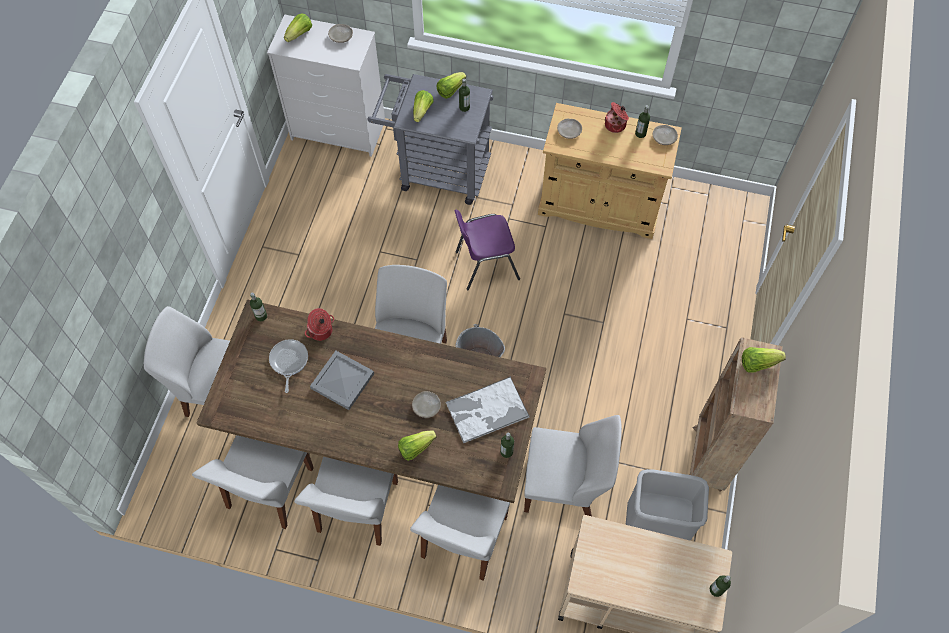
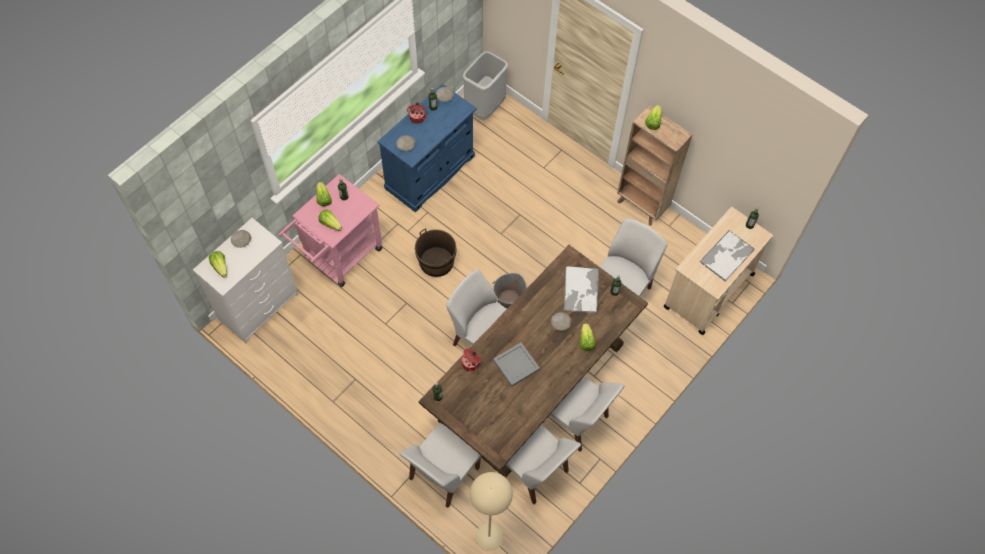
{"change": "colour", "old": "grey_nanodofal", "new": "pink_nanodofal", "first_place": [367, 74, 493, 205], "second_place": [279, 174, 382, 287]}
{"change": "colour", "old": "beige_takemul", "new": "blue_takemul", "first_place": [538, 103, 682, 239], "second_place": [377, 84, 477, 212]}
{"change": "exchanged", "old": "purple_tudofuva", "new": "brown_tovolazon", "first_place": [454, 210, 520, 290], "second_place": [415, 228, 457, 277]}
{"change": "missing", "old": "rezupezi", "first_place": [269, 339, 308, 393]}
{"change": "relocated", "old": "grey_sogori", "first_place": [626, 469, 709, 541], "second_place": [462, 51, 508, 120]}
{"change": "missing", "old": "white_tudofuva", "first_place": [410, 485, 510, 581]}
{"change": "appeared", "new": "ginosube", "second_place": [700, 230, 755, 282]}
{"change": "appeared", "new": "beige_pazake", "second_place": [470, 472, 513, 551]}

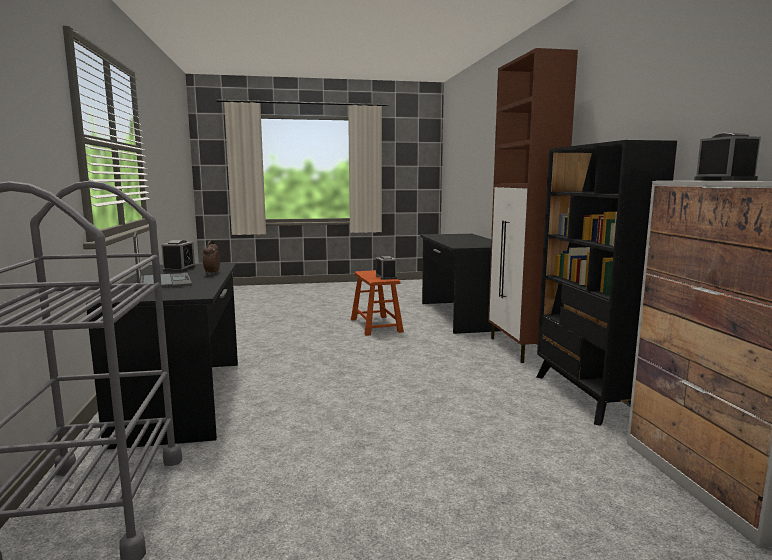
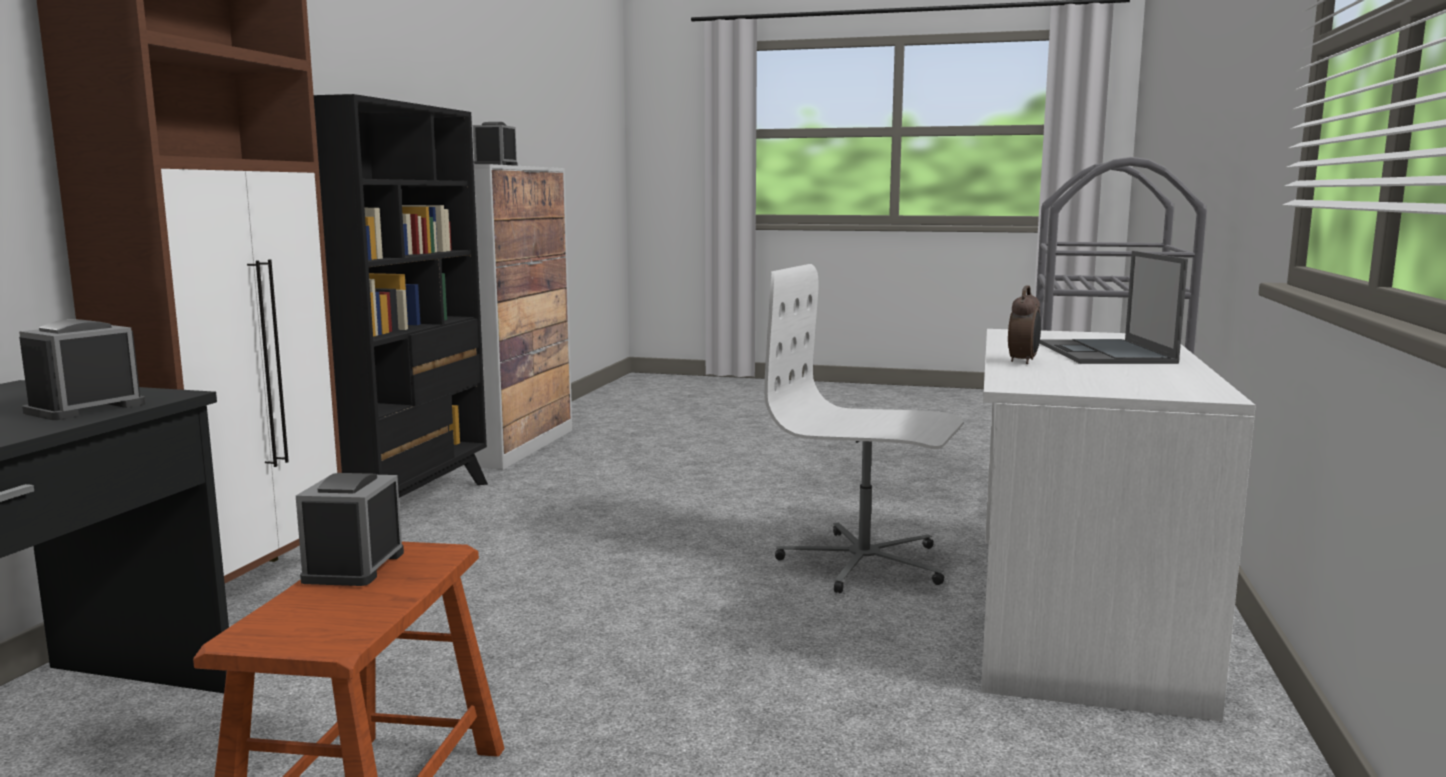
{"change": "relocated", "old": "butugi", "first_place": [161, 240, 196, 272], "second_place": [19, 319, 145, 420]}
{"change": "colour", "old": "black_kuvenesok", "new": "white_kuvenesok", "first_place": [86, 263, 238, 450], "second_place": [981, 329, 1256, 722]}
{"change": "appeared", "new": "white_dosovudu", "second_place": [764, 264, 963, 593]}

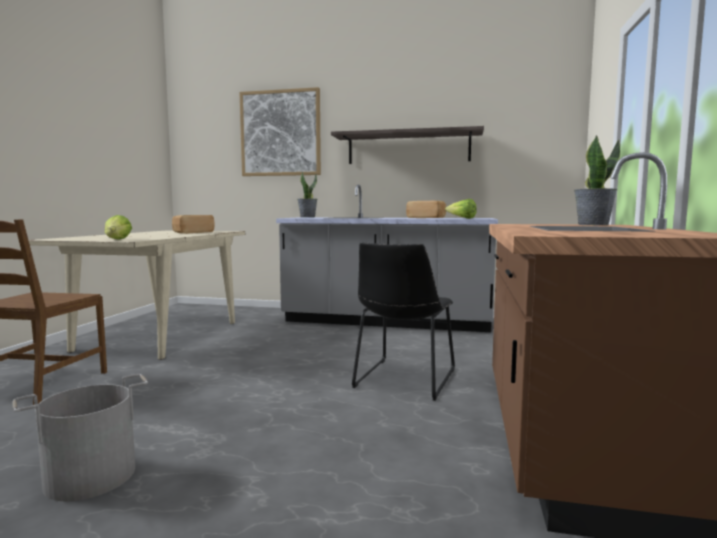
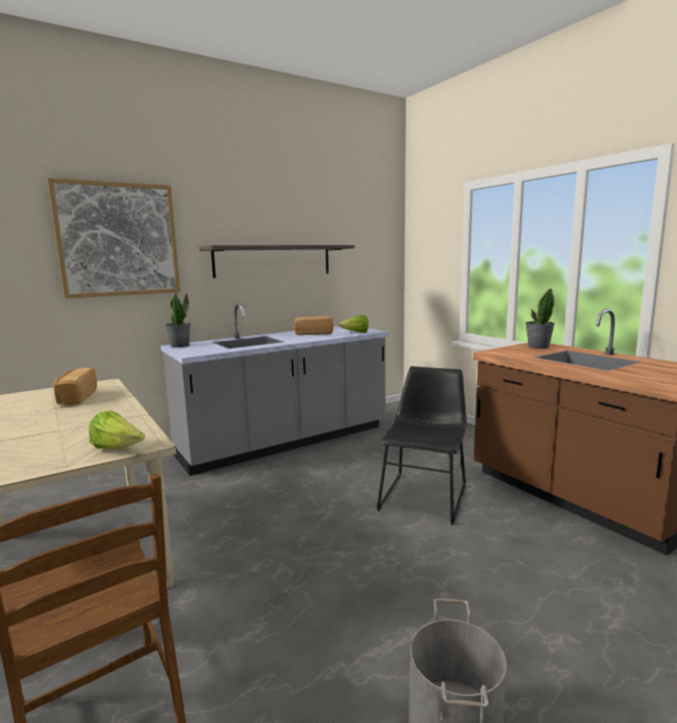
{"change": "spun", "old": "black_tudofuva", "first_place": [352, 242, 455, 401], "second_place": [377, 366, 467, 525], "degrees": -135}

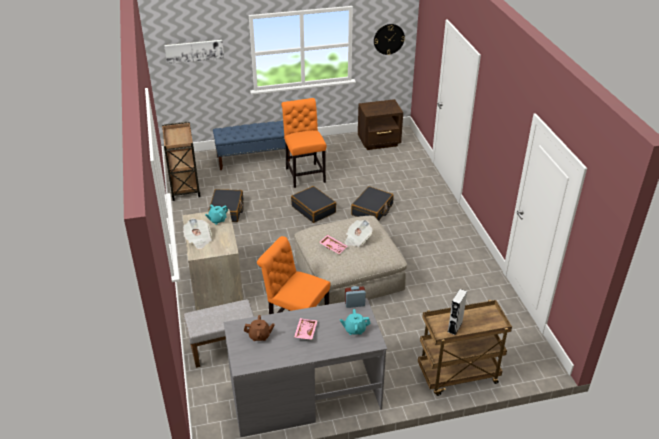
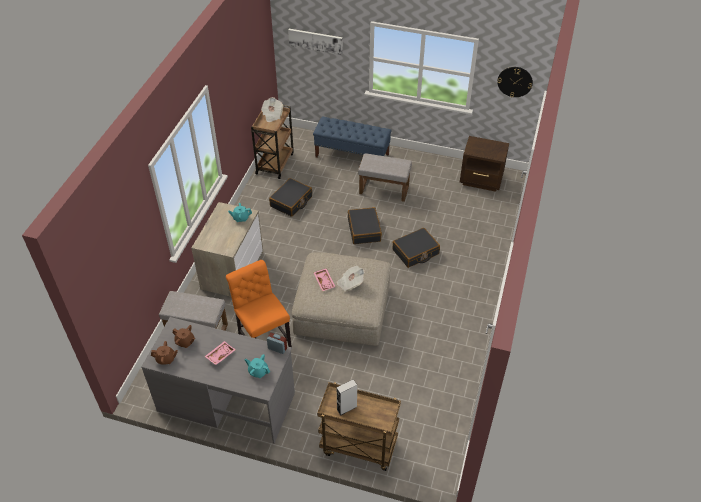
{"change": "exchanged", "old": "orange_tudofuva", "new": "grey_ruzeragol", "first_place": [281, 98, 326, 188], "second_place": [358, 153, 412, 202]}
{"change": "relocated", "old": "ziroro", "first_place": [183, 218, 212, 249], "second_place": [261, 97, 283, 122]}
{"change": "appeared", "new": "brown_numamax", "second_place": [151, 341, 178, 365]}

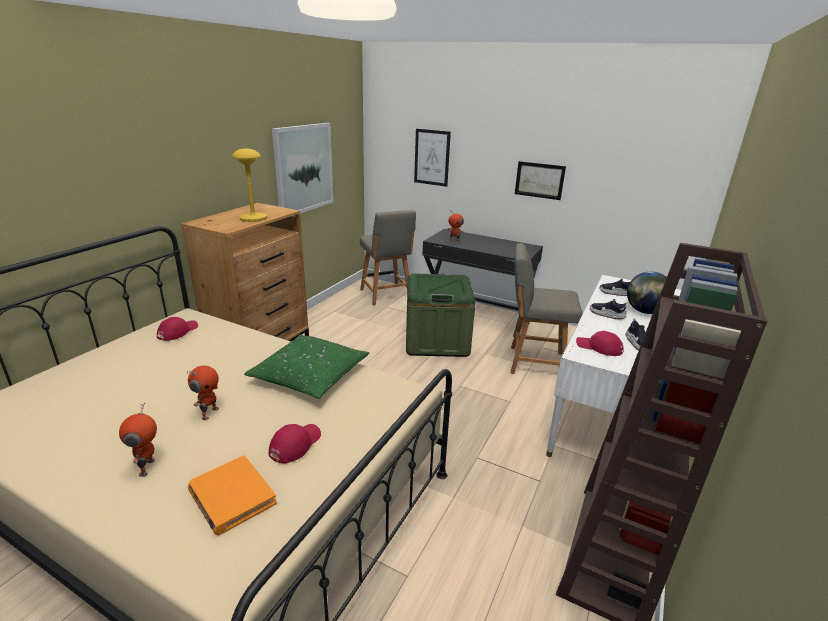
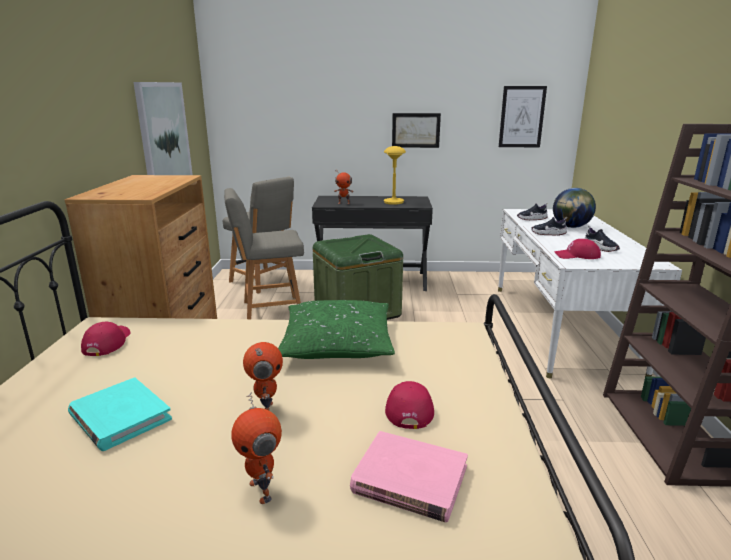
{"change": "relocated", "old": "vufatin", "first_place": [414, 129, 451, 187], "second_place": [499, 86, 547, 147]}
{"change": "relocated", "old": "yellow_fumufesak", "first_place": [232, 148, 267, 222], "second_place": [384, 146, 406, 205]}
{"change": "relocated", "old": "grey_tudofuva", "first_place": [511, 243, 583, 374], "second_place": [224, 188, 304, 319]}
{"change": "colour", "old": "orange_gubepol", "new": "pink_gubepol", "first_place": [188, 455, 277, 535], "second_place": [350, 431, 468, 523]}
{"change": "appeared", "new": "turquoise_gubepol", "second_place": [68, 377, 172, 451]}

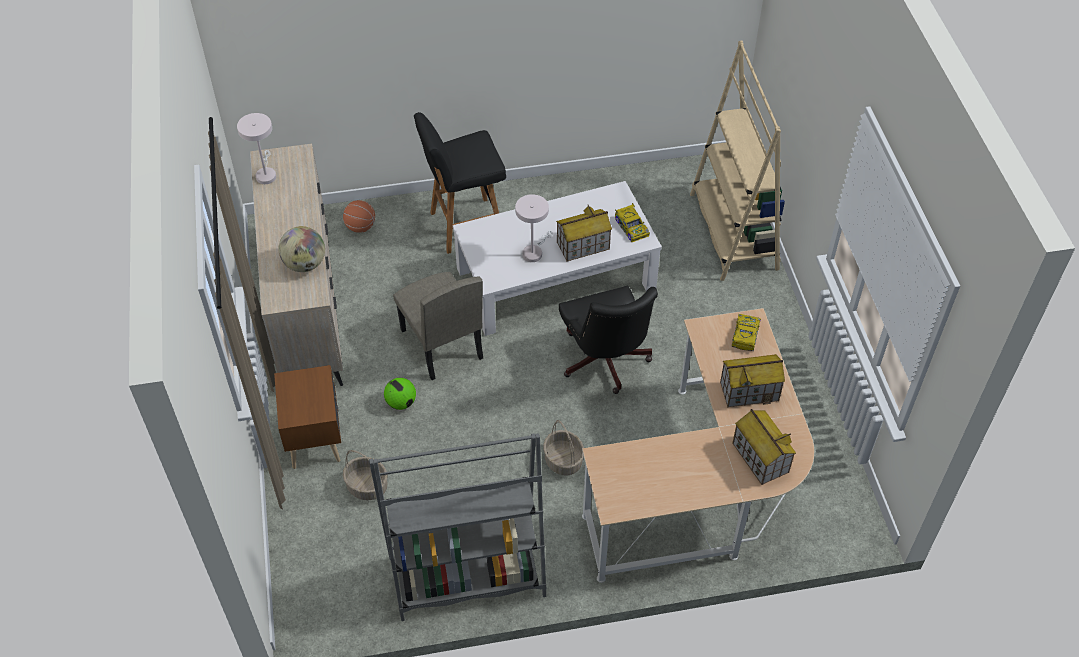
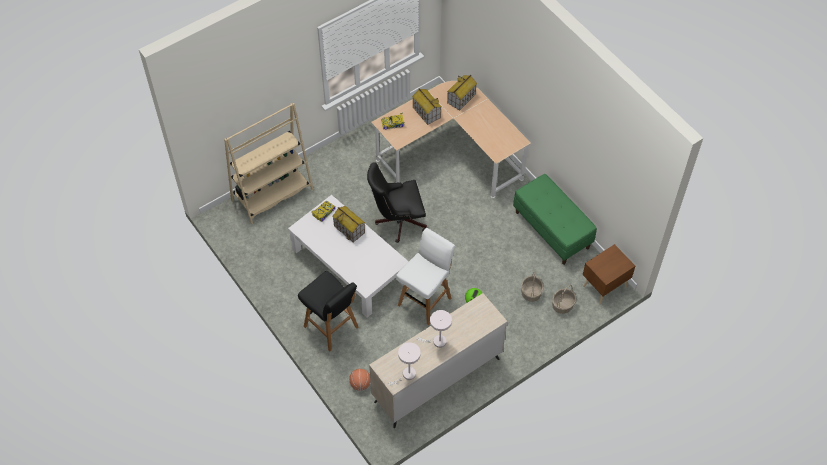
{"change": "relocated", "old": "white_fumufesak", "first_place": [515, 194, 553, 262], "second_place": [417, 310, 452, 348]}
{"change": "missing", "old": "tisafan", "first_place": [278, 226, 325, 272]}
{"change": "exchanged", "old": "beige_tudofuva", "new": "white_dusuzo", "first_place": [393, 272, 483, 380], "second_place": [396, 228, 455, 325]}
{"change": "spun", "old": "black_dosovudu", "first_place": [559, 286, 658, 394], "second_place": [367, 162, 427, 243], "degrees": -150}
{"change": "relocated", "old": "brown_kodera", "first_place": [274, 365, 341, 469], "second_place": [583, 244, 635, 305]}
{"change": "relocated", "old": "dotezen", "first_place": [543, 420, 584, 476], "second_place": [552, 285, 576, 314]}
{"change": "exchanged", "old": "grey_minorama", "new": "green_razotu", "first_place": [369, 433, 546, 621], "second_place": [513, 174, 597, 265]}

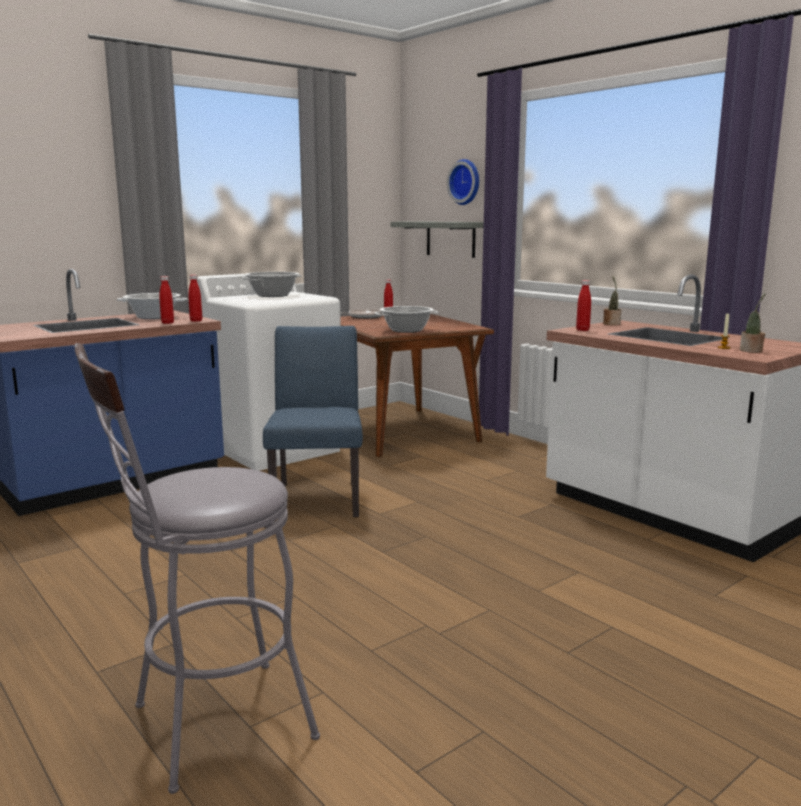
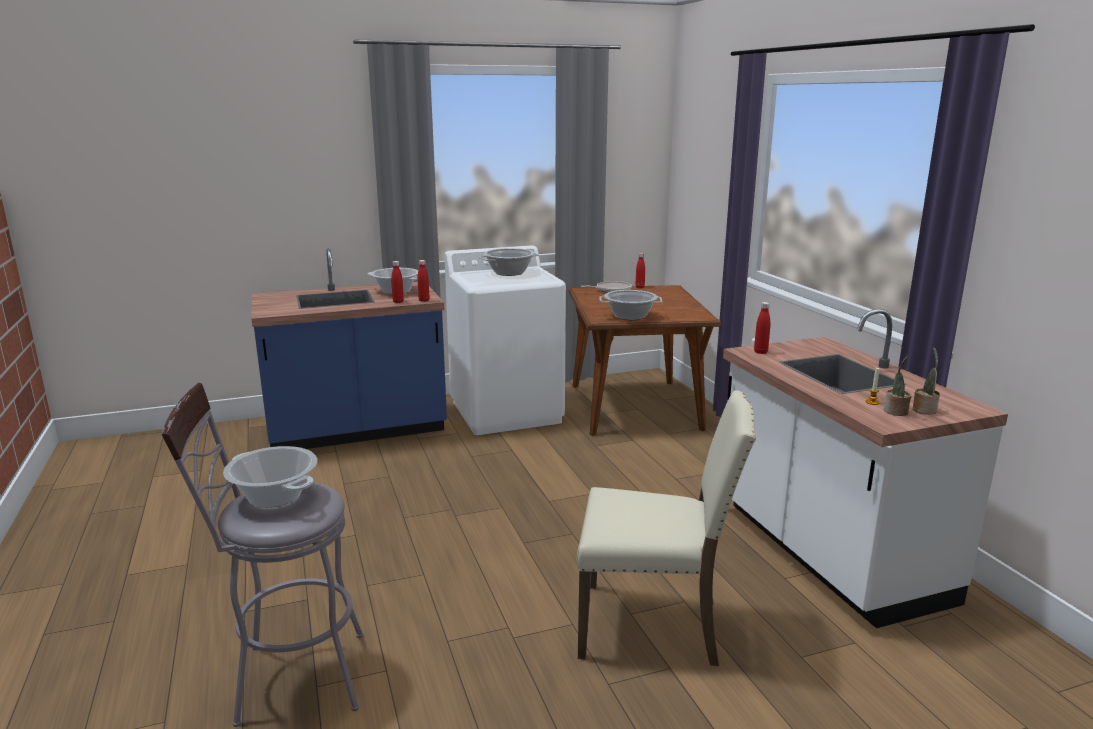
{"change": "missing", "old": "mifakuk", "first_place": [447, 159, 479, 205]}
{"change": "missing", "old": "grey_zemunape", "first_place": [390, 221, 484, 258]}
{"change": "relocated", "old": "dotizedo", "first_place": [603, 276, 622, 325], "second_place": [912, 347, 940, 415]}
{"change": "missing", "old": "blue_tudofuva", "first_place": [263, 326, 363, 517]}
{"change": "appeared", "new": "beige_tudofuva", "second_place": [577, 390, 756, 666]}
{"change": "appeared", "new": "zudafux", "second_place": [223, 446, 317, 508]}

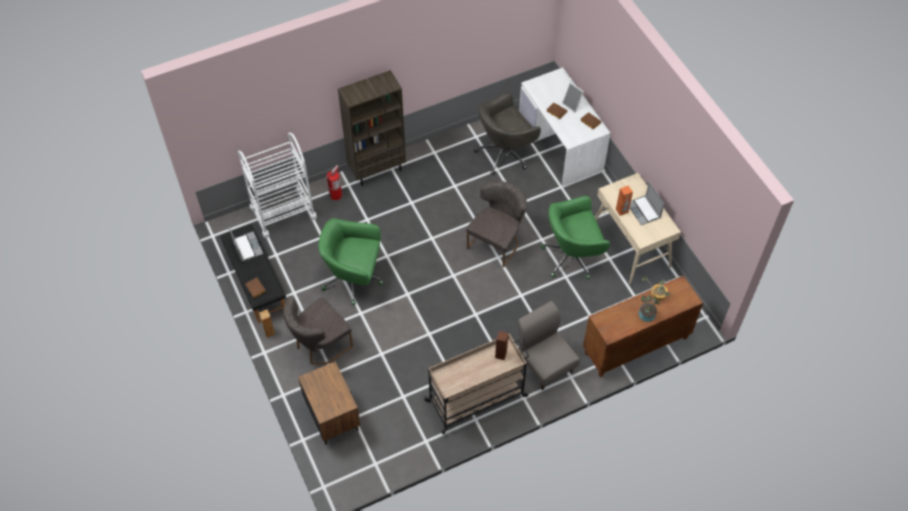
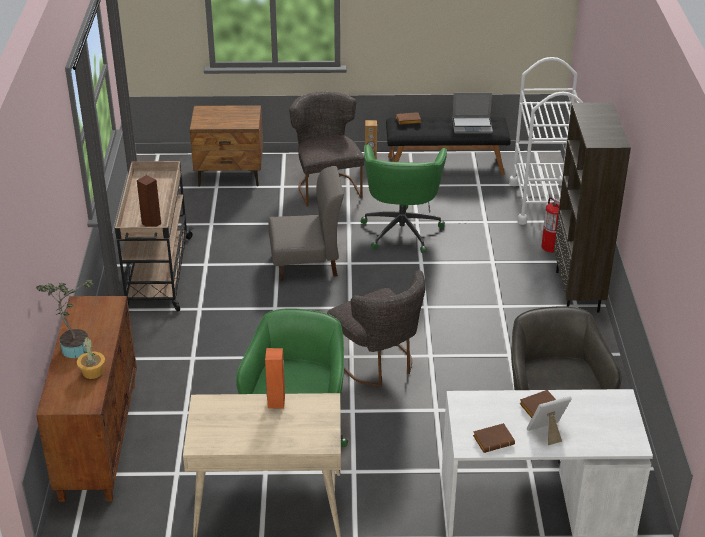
{"change": "missing", "old": "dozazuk", "first_place": [630, 182, 664, 225]}
{"change": "spun", "old": "green_dosovudu", "first_place": [318, 218, 383, 306], "second_place": [361, 144, 447, 253], "degrees": 150}
{"change": "relocated", "old": "grey_tudofuva", "first_place": [518, 301, 580, 390], "second_place": [268, 166, 344, 281]}

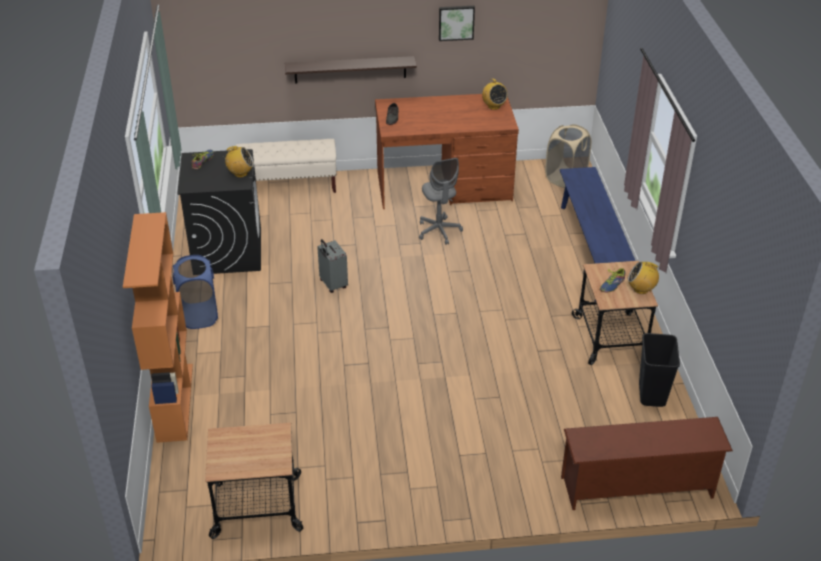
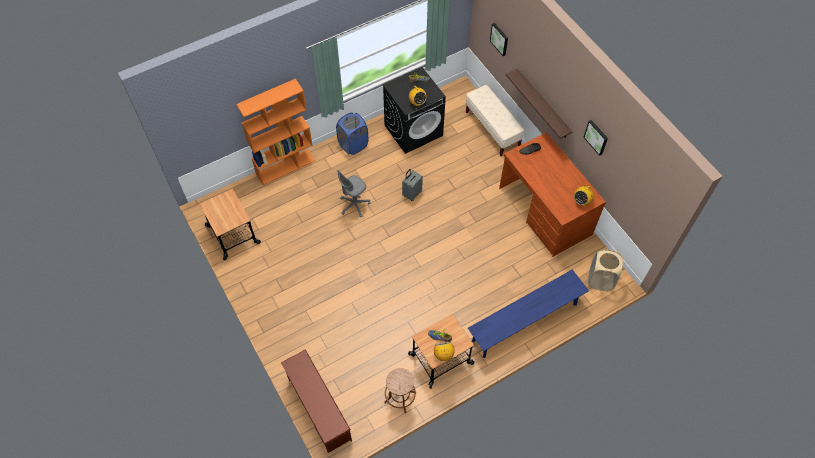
{"change": "relocated", "old": "grey_dosovudu", "first_place": [419, 158, 463, 245], "second_place": [337, 170, 371, 217]}
{"change": "exchanged", "old": "black_sogori", "new": "brown_dusuzo", "first_place": [639, 333, 680, 407], "second_place": [384, 368, 416, 413]}
{"change": "appeared", "new": "vufatin", "second_place": [490, 23, 508, 56]}

